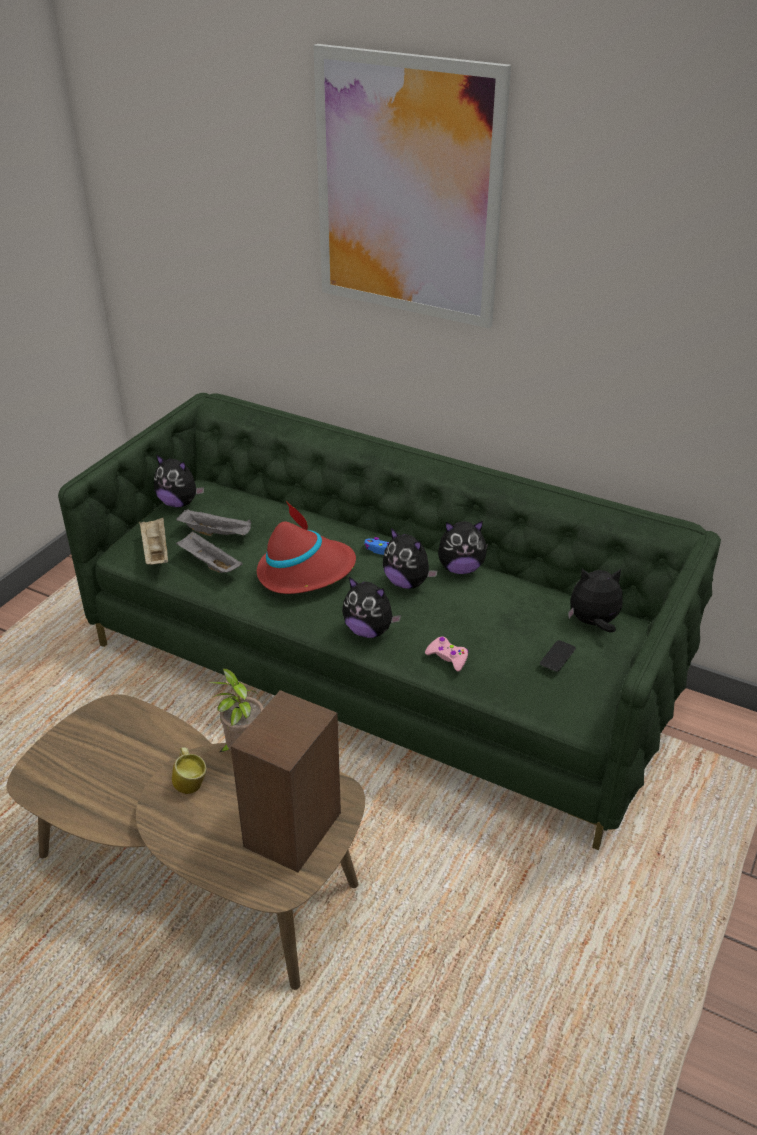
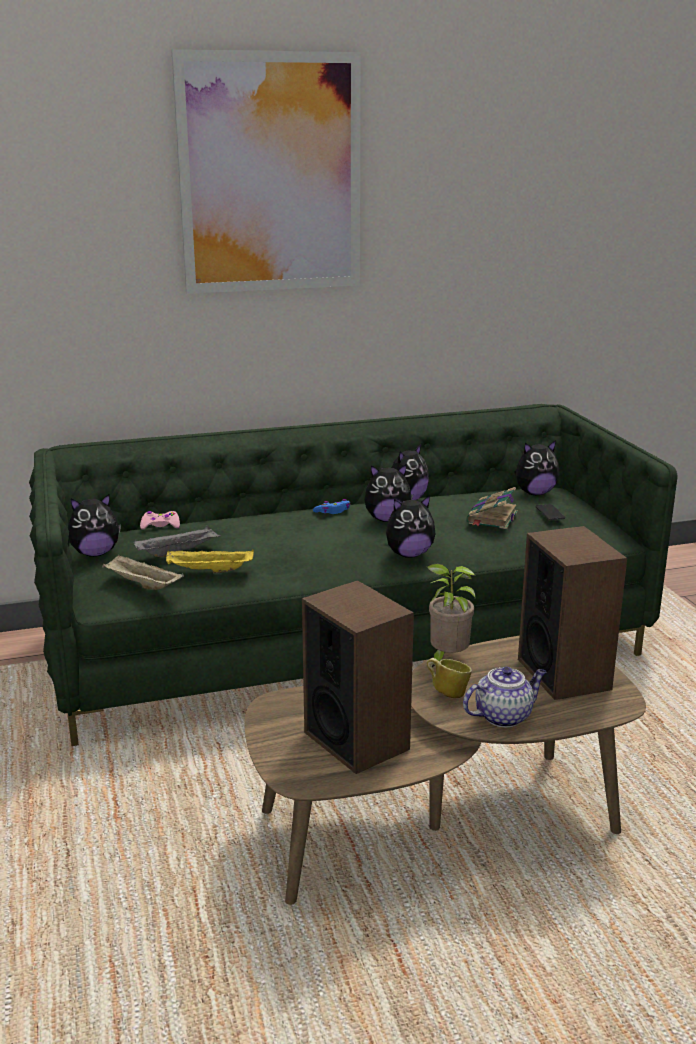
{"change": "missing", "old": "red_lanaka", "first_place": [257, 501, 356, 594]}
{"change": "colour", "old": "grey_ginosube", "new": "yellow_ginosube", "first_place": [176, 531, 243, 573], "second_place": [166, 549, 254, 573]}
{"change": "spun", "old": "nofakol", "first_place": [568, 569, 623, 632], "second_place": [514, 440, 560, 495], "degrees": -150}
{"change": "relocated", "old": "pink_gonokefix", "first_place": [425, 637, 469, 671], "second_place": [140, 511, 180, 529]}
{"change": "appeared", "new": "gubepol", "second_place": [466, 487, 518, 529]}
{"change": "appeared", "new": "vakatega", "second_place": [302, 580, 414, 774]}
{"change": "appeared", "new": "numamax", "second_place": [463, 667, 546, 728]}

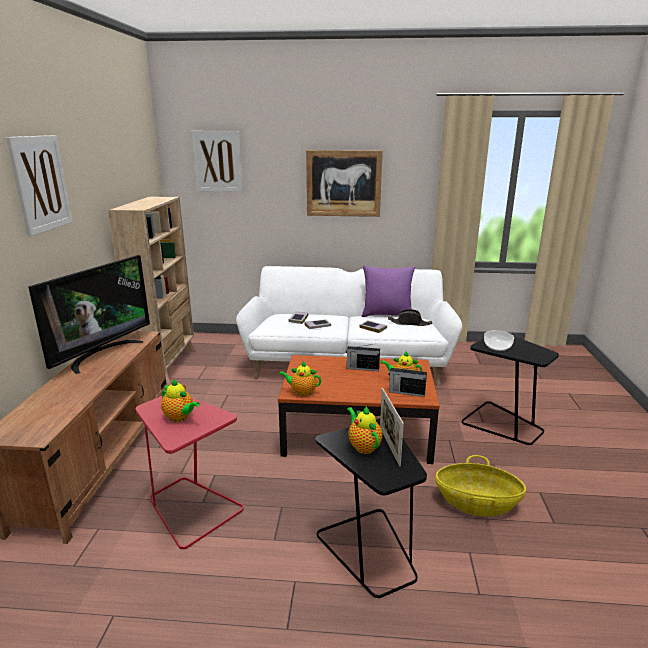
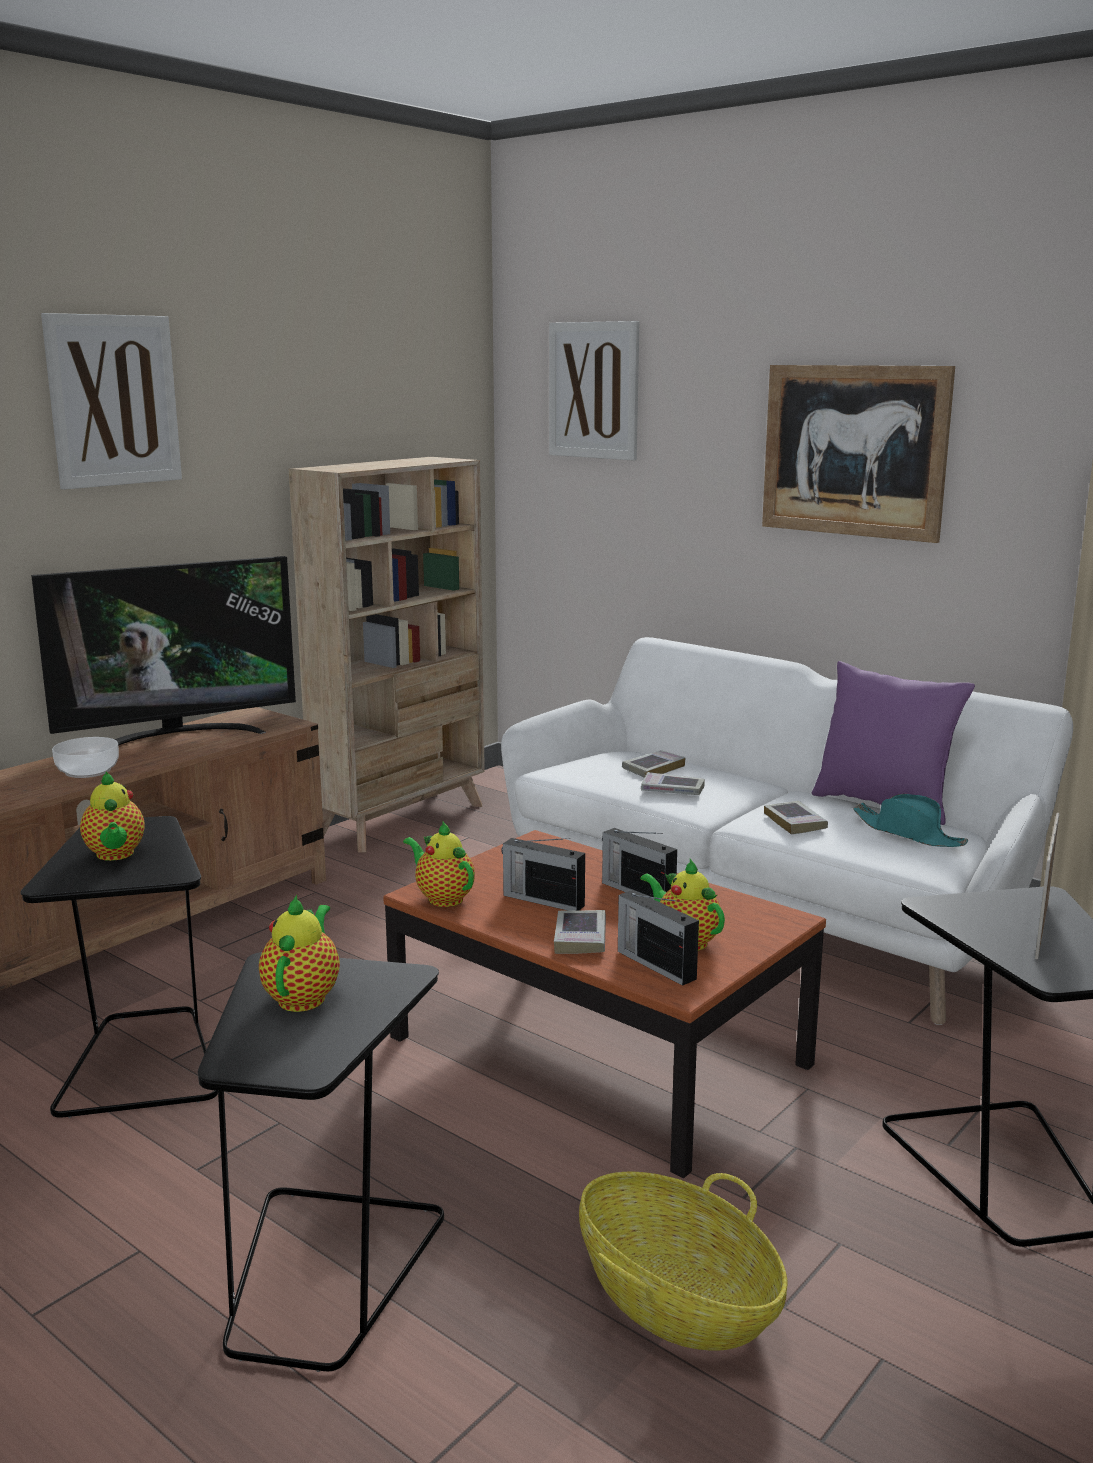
{"change": "colour", "old": "black_lanaka", "new": "turquoise_lanaka", "first_place": [388, 309, 432, 326], "second_place": [853, 794, 968, 847]}
{"change": "relocated", "old": "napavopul", "first_place": [484, 330, 514, 351], "second_place": [52, 737, 119, 778]}
{"change": "relocated", "old": "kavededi", "first_place": [380, 388, 404, 466], "second_place": [1035, 813, 1060, 959]}
{"change": "colour", "old": "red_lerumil", "new": "black_lerumil", "first_place": [136, 396, 244, 549], "second_place": [20, 816, 218, 1118]}
{"change": "appeared", "new": "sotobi", "second_place": [501, 838, 585, 911]}
{"change": "appeared", "new": "gubepol", "second_place": [554, 910, 606, 954]}

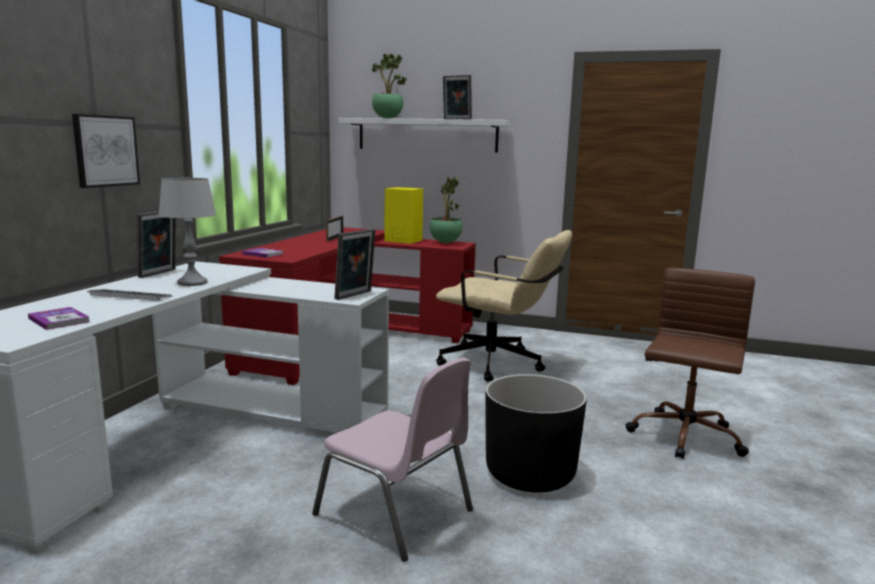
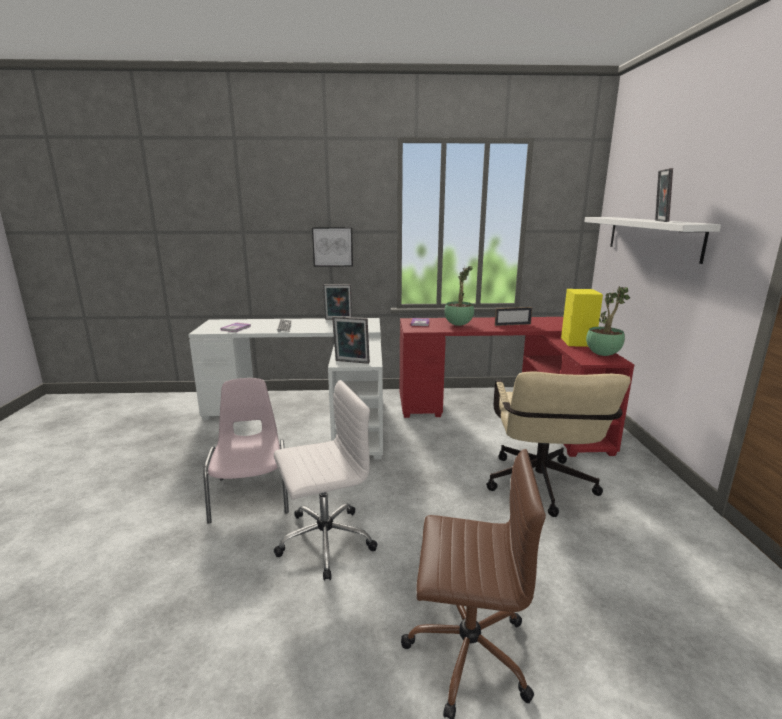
{"change": "relocated", "old": "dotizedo", "first_place": [372, 53, 407, 118], "second_place": [444, 266, 474, 326]}
{"change": "missing", "old": "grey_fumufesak", "first_place": [158, 178, 216, 286]}
{"change": "spun", "old": "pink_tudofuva", "first_place": [312, 358, 473, 562], "second_place": [203, 378, 289, 524], "degrees": 150}
{"change": "exchanged", "old": "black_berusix", "new": "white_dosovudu", "first_place": [485, 374, 587, 493], "second_place": [274, 380, 377, 581]}

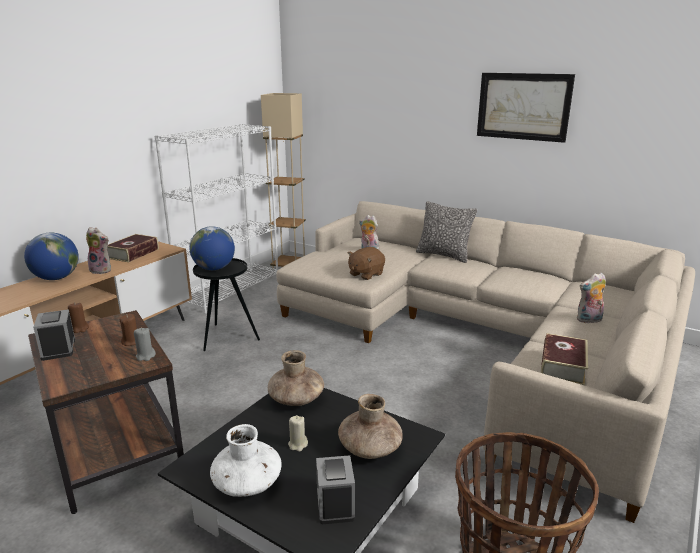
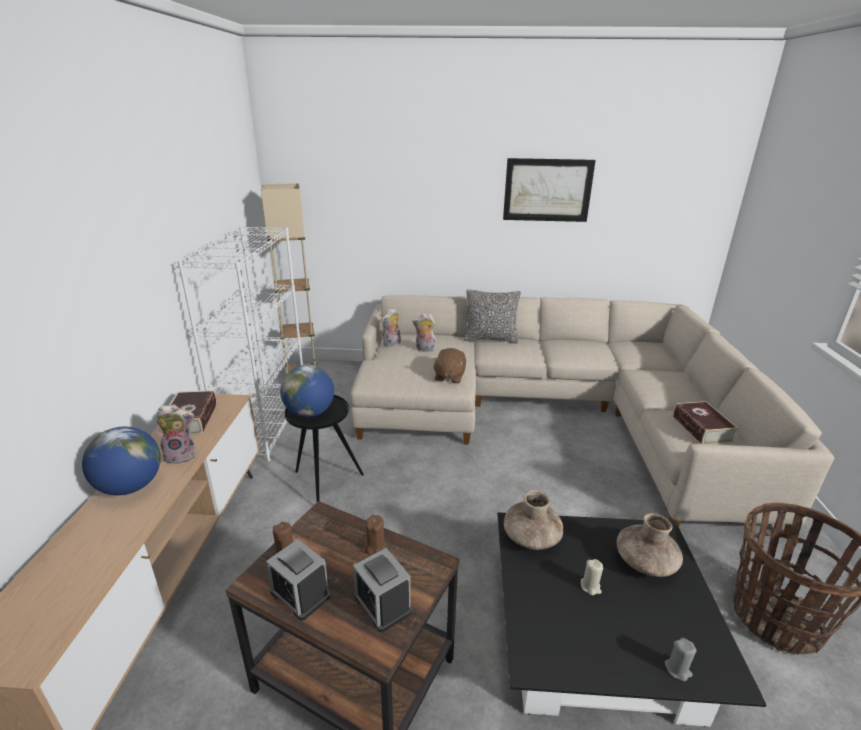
{"change": "relocated", "old": "nofakol", "first_place": [577, 272, 606, 323], "second_place": [381, 308, 401, 347]}
{"change": "relocated", "old": "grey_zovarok", "first_place": [134, 327, 156, 361], "second_place": [665, 638, 696, 681]}
{"change": "missing", "old": "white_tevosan", "first_place": [210, 424, 282, 497]}
{"change": "relocated", "old": "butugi", "first_place": [316, 455, 355, 524], "second_place": [353, 548, 412, 633]}

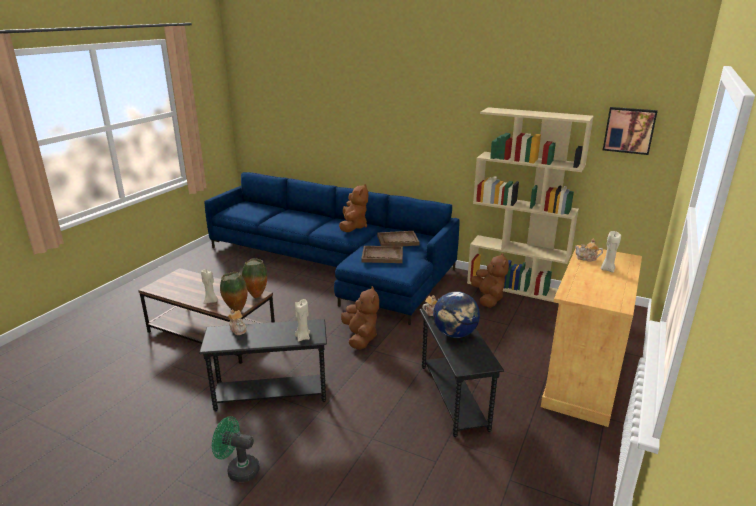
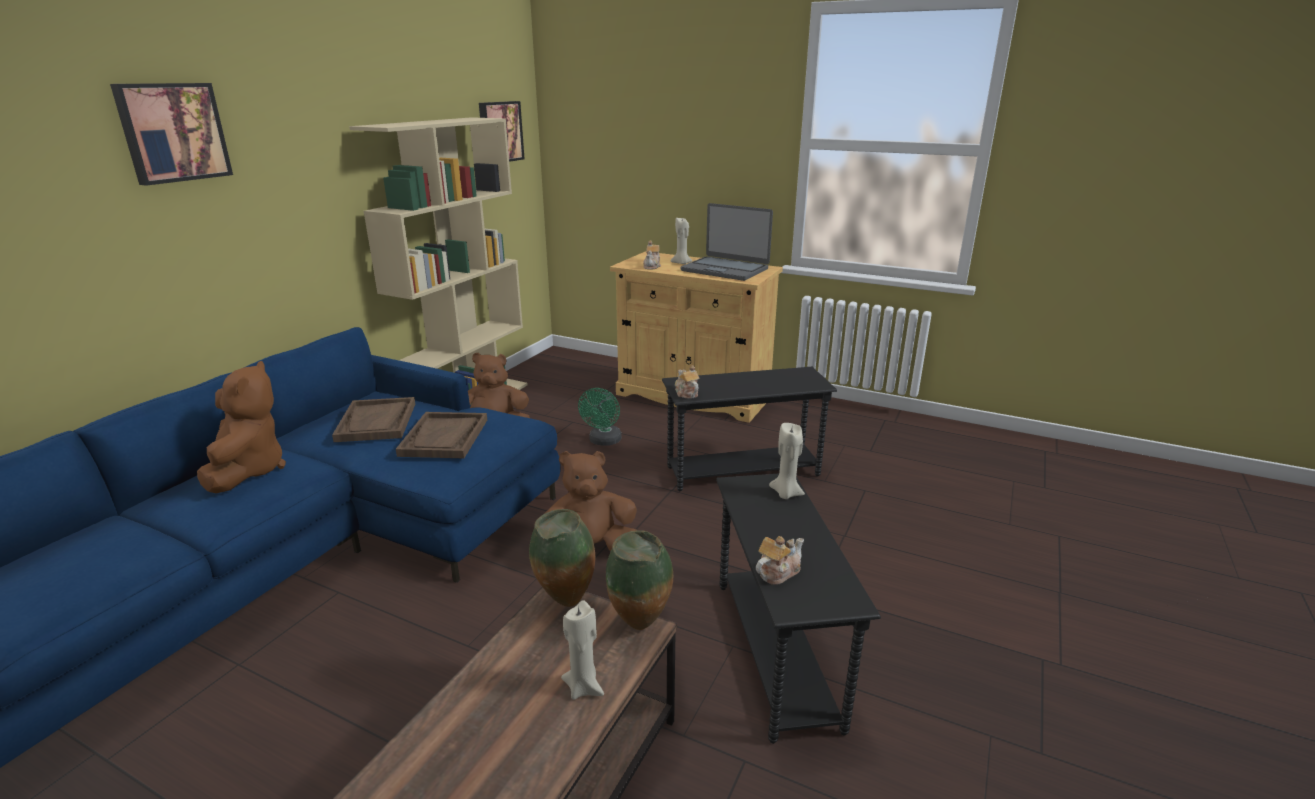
{"change": "spun", "old": "brown_nofakol", "first_place": [339, 184, 368, 232], "second_place": [197, 361, 286, 493], "degrees": 75}
{"change": "missing", "old": "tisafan", "first_place": [433, 291, 480, 338]}
{"change": "relocated", "old": "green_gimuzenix", "first_place": [212, 416, 260, 482], "second_place": [578, 388, 622, 446]}
{"change": "appeared", "new": "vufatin", "second_place": [110, 83, 233, 186]}
{"change": "appeared", "new": "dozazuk", "second_place": [681, 203, 773, 281]}

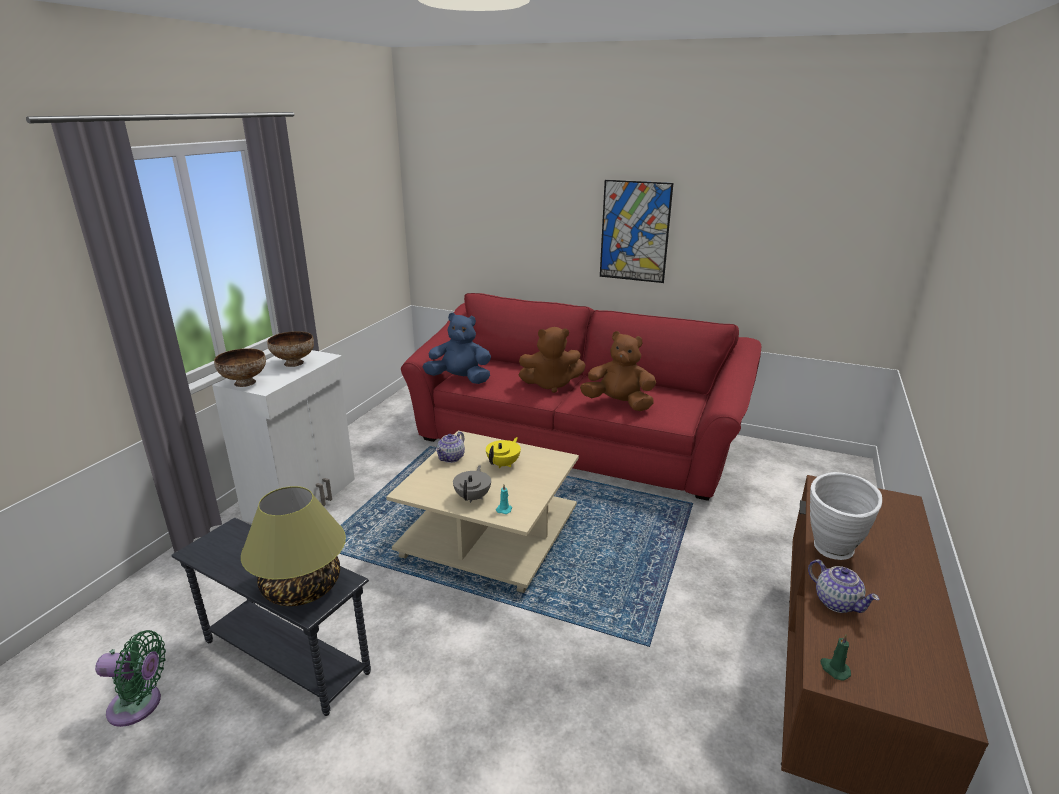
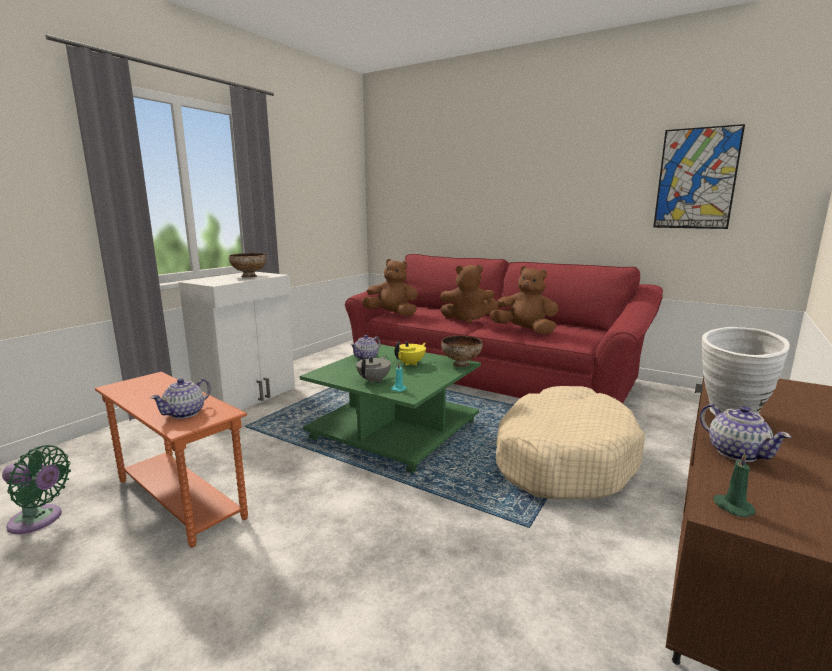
{"change": "relocated", "old": "vufatin", "first_place": [600, 180, 673, 283], "second_place": [653, 124, 745, 229]}
{"change": "colour", "old": "blue_nofakol", "new": "brown_nofakol", "first_place": [422, 313, 491, 384], "second_place": [361, 259, 418, 316]}
{"change": "relocated", "old": "napavopul", "first_place": [214, 348, 266, 387], "second_place": [441, 336, 482, 367]}
{"change": "colour", "old": "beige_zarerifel", "new": "green_zarerifel", "first_place": [386, 431, 579, 593], "second_place": [300, 344, 481, 473]}
{"change": "exchanged", "old": "fumufesak", "new": "numamax", "first_place": [241, 486, 346, 606], "second_place": [150, 378, 211, 419]}
{"change": "colour", "old": "grey_lerumil", "new": "orange_lerumil", "first_place": [172, 518, 371, 716], "second_place": [95, 372, 248, 548]}
{"change": "appeared", "new": "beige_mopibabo", "second_place": [496, 386, 645, 499]}

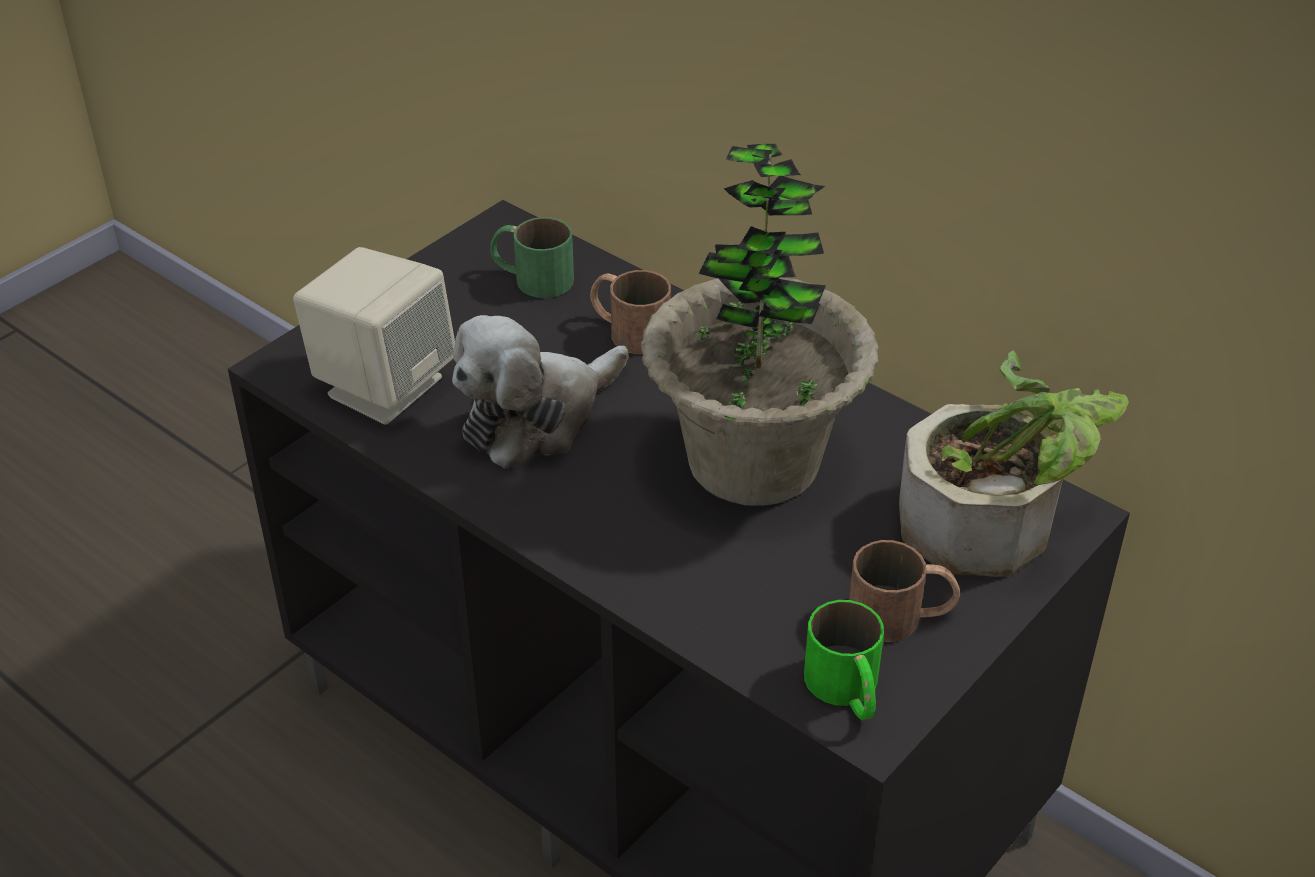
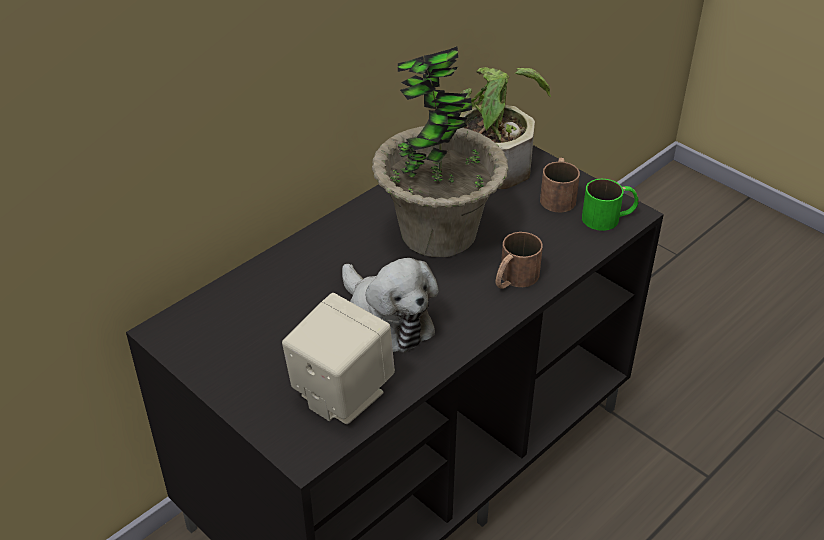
{"change": "missing", "old": "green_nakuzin", "first_place": [490, 217, 574, 298]}
{"change": "relocated", "old": "brown_nakuzin", "first_place": [590, 270, 671, 354], "second_place": [496, 232, 543, 289]}

